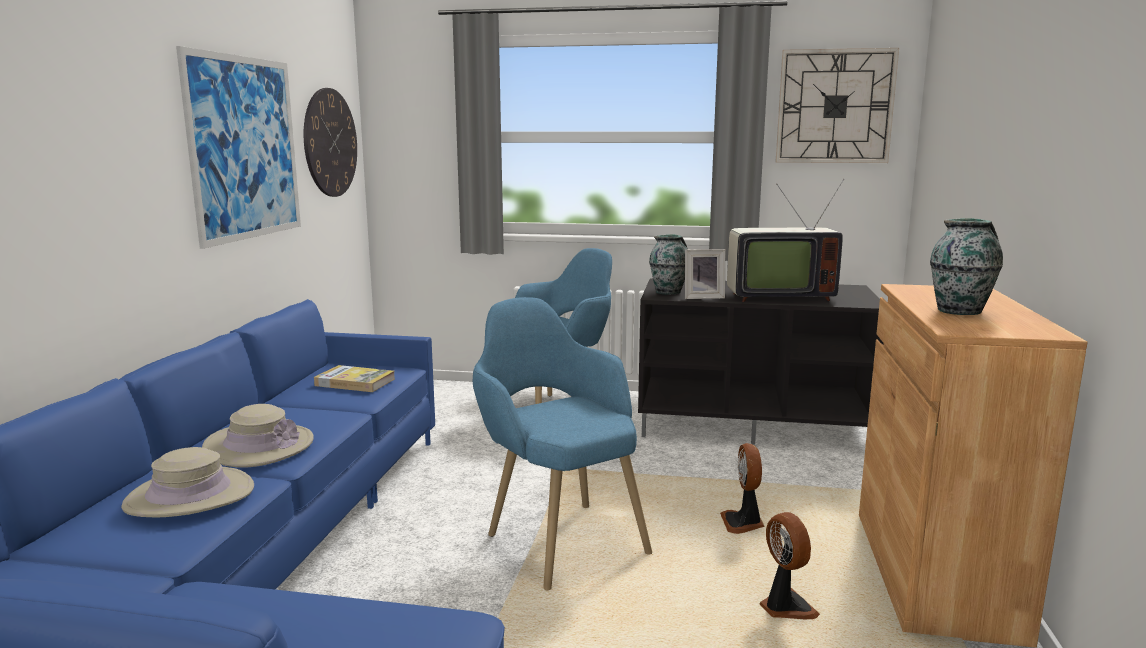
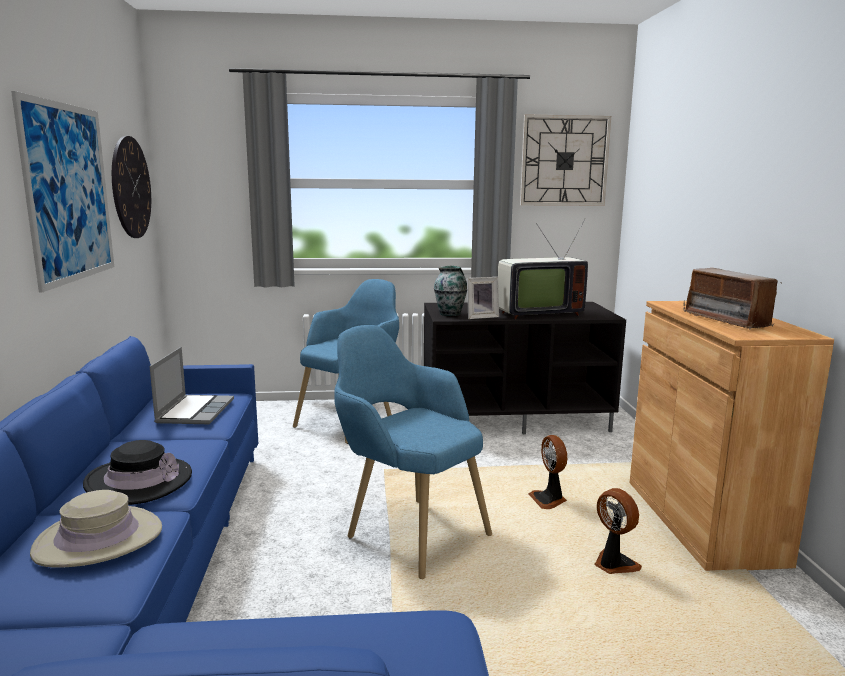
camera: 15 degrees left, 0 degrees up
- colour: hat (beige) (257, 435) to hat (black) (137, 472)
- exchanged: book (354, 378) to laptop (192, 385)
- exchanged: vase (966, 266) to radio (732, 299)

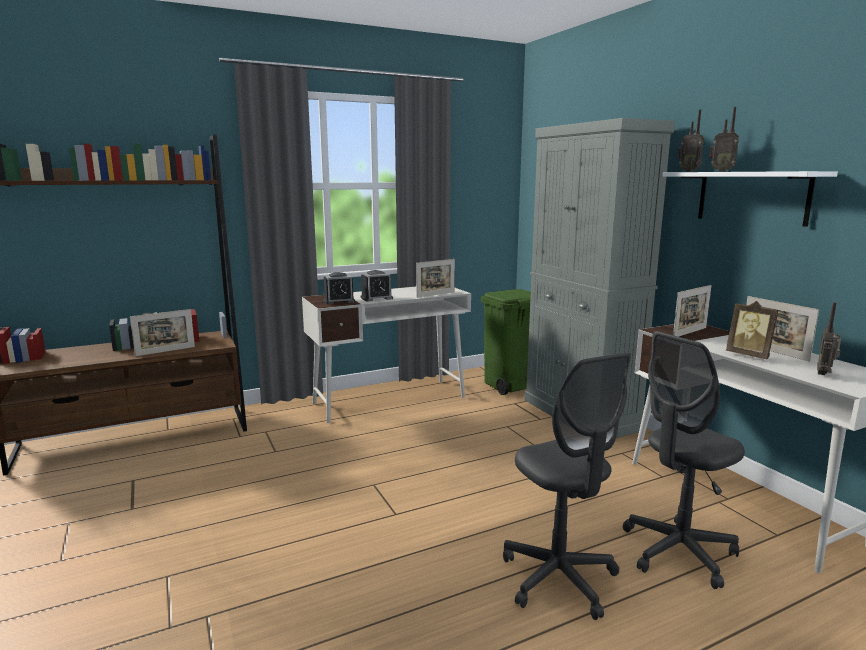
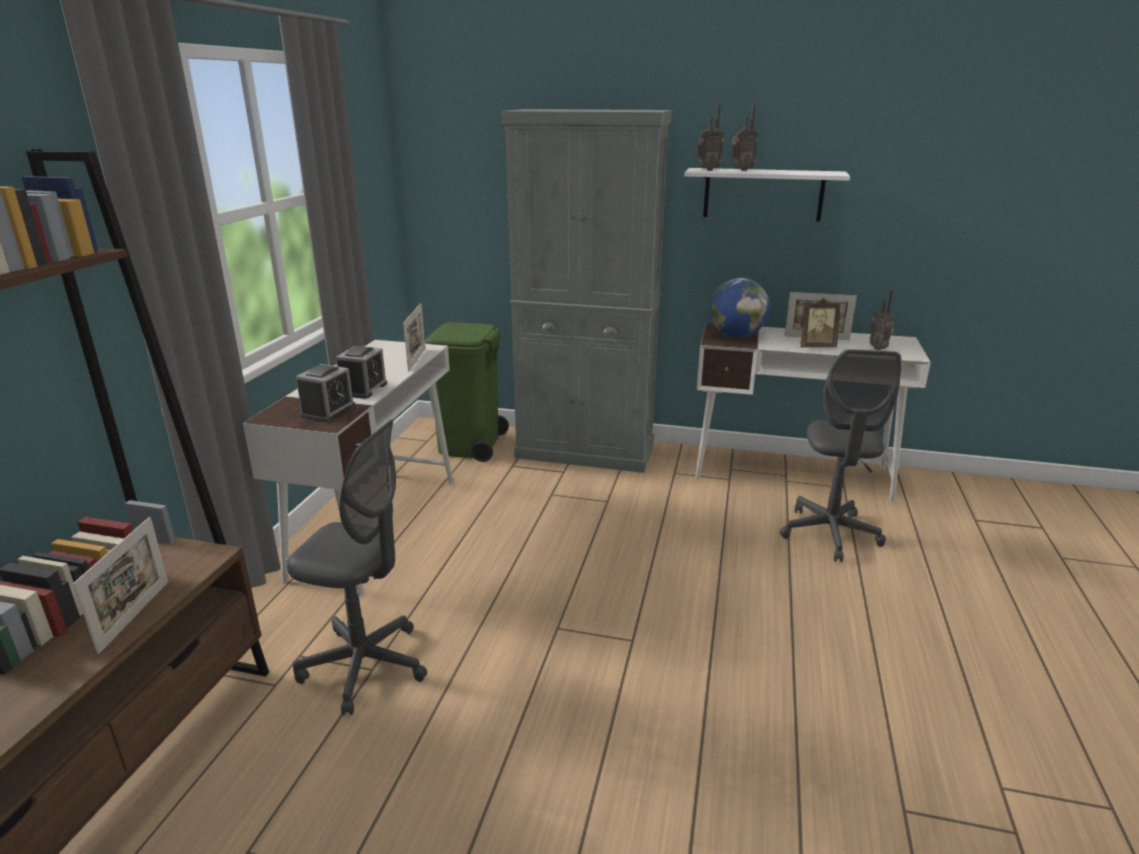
camera: 50 degrees left, 10 degrees up
- relocated: office chair (grey) (567, 486) to (357, 567)
- exchanged: picture frame (692, 311) to globe (739, 308)

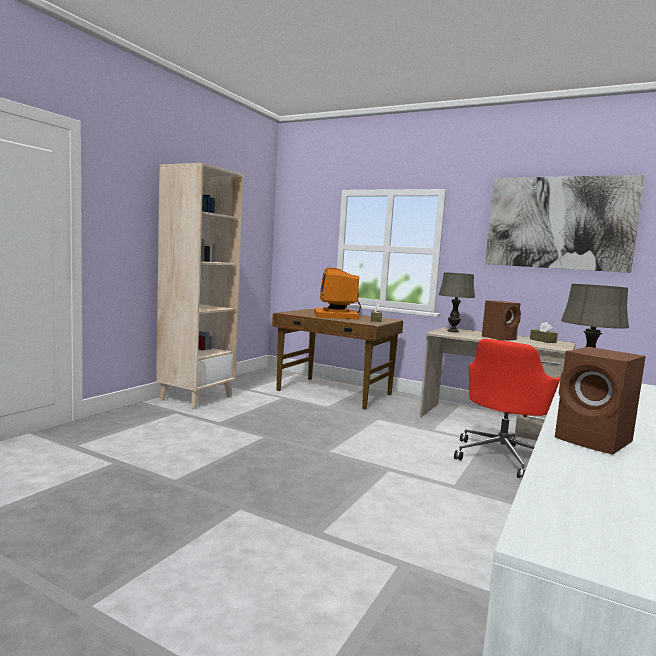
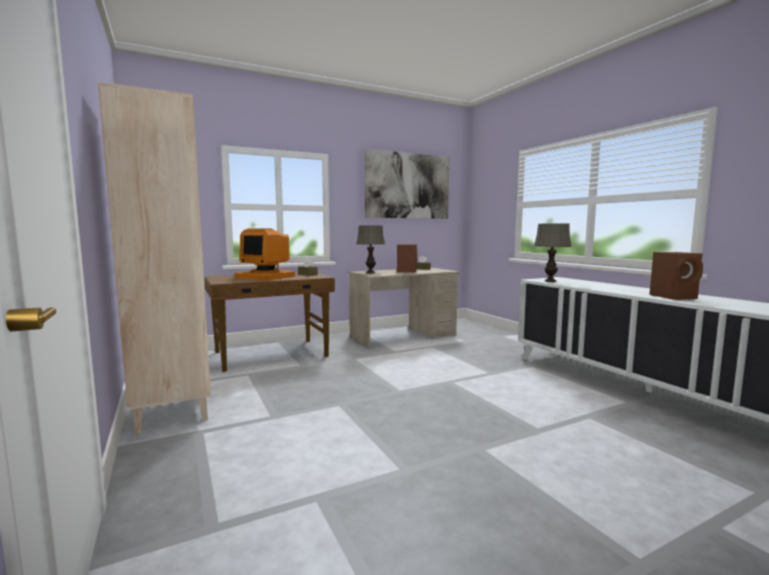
camera: 55 degrees left, 0 degrees up
- missing: office chair (red) (507, 408)

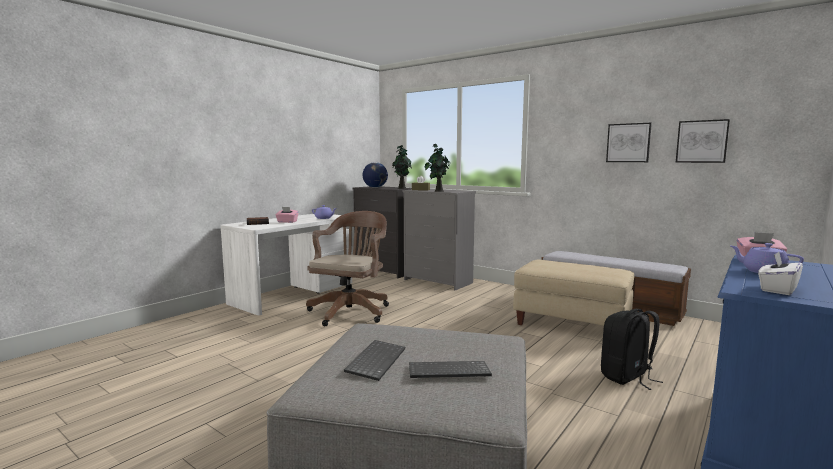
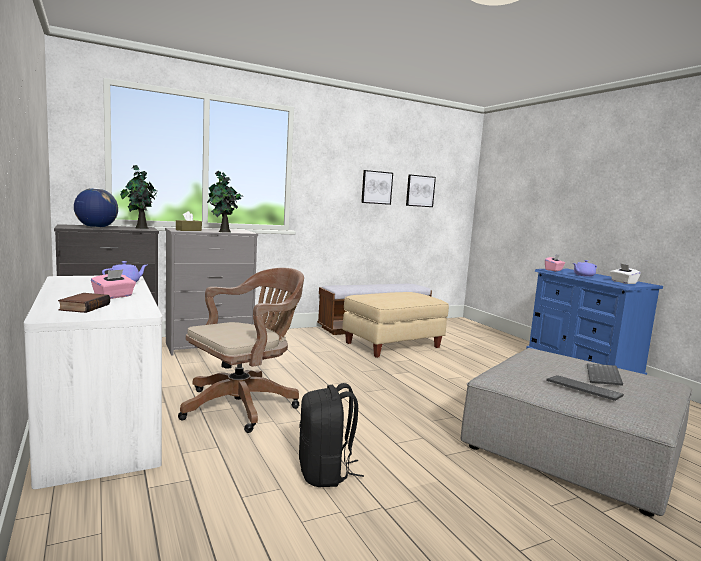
camera: 65 degrees left, 0 degrees up
- spun: office chair (brown) (347, 268) = (241, 350) 90 degrees clockwise
- relocated: backpack (black) (632, 349) to (331, 435)

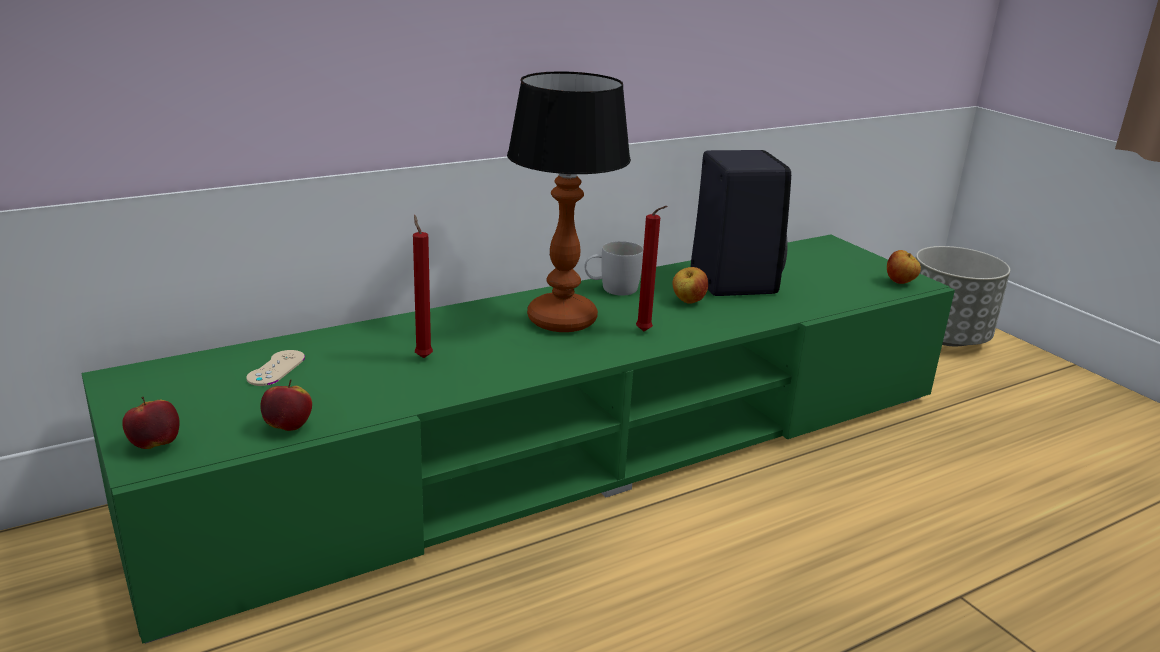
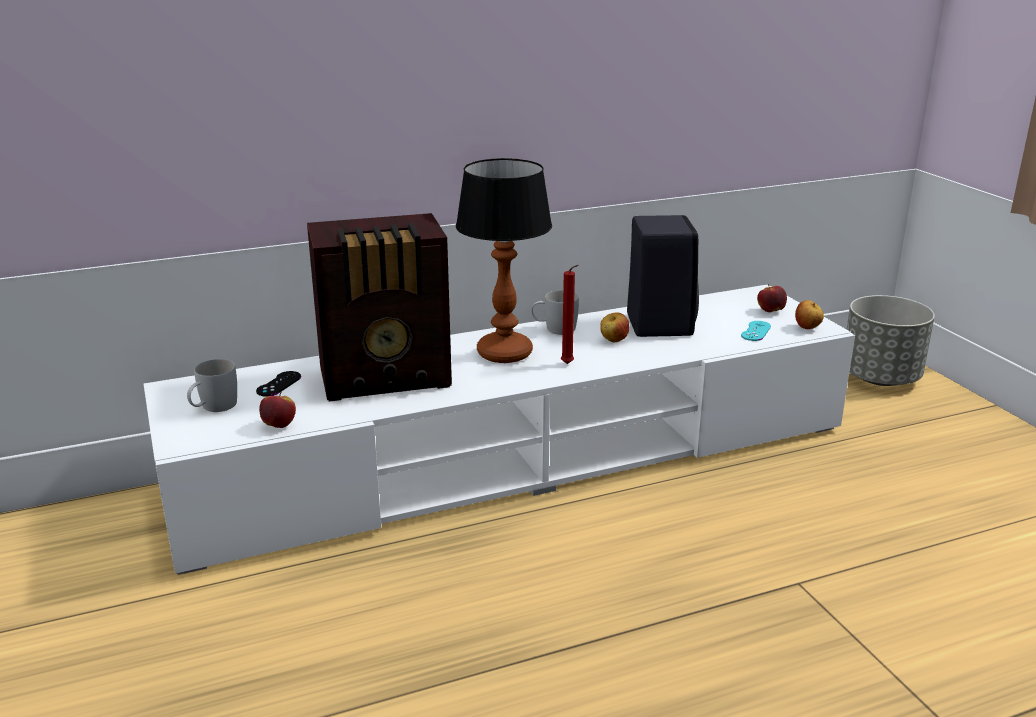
camera: 10 degrees right, 0 degrees up
- colour: tv stand (green) (518, 439) to tv stand (white) (499, 429)
- appeared: mug (white) (212, 385)
- colour: game controller (beige) (275, 368) to game controller (black) (278, 383)
- exchanged: candle (red) (423, 286) to radio (379, 307)
- appeared: game controller (turquoise) (756, 331)
- relocated: apple (151, 423) to (772, 298)

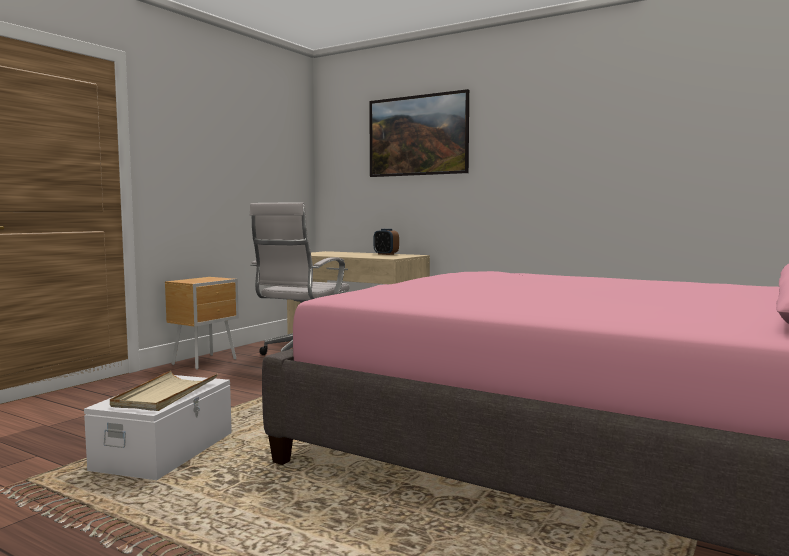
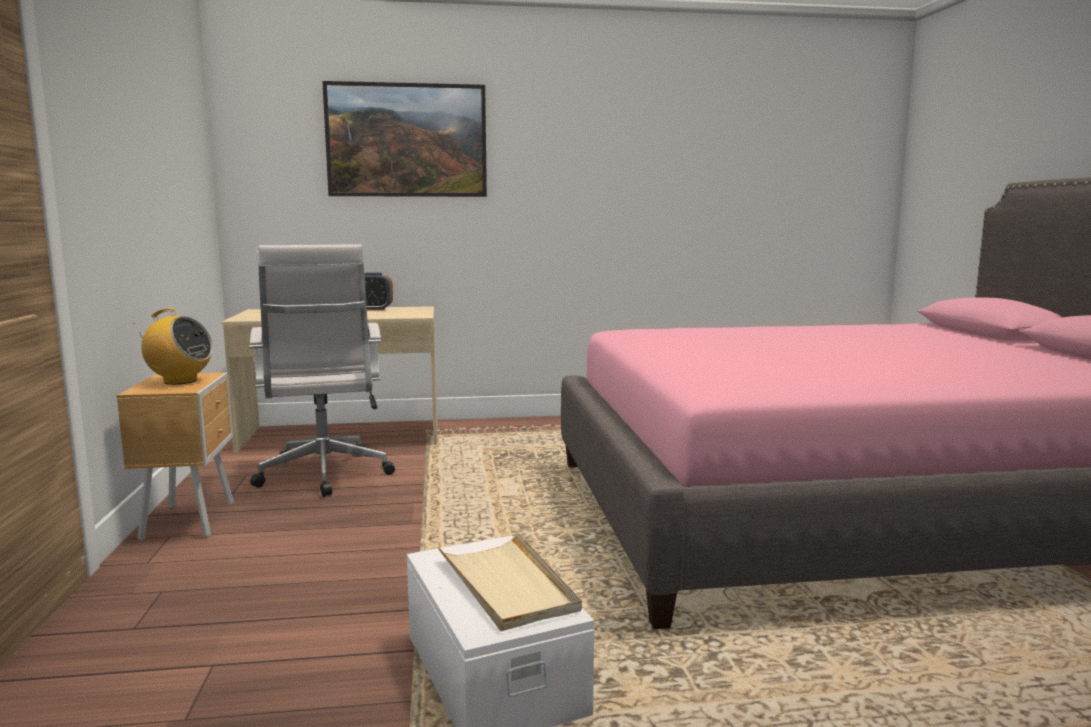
camera: 40 degrees left, 5 degrees up
- appeared: radio (173, 346)

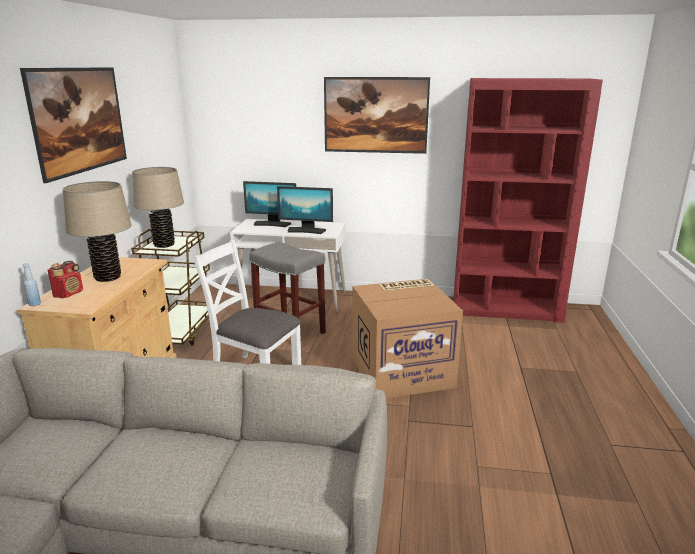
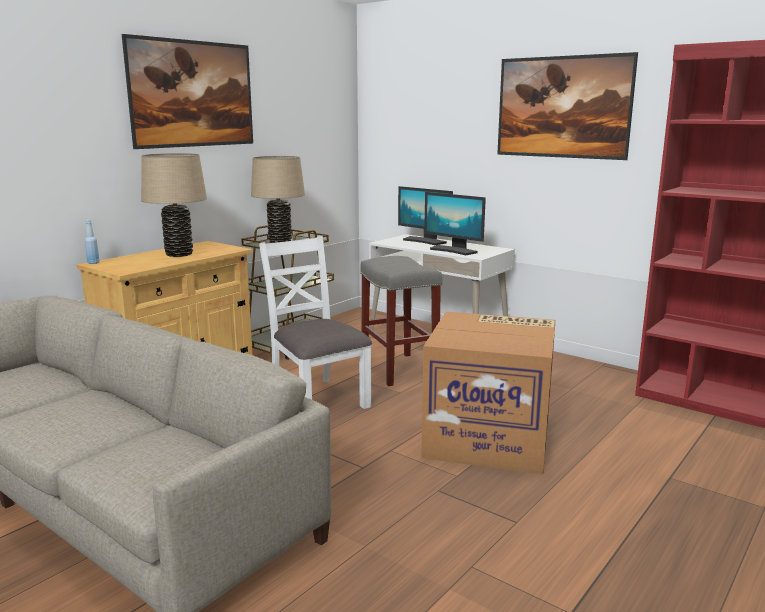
camera: 30 degrees right, 5 degrees down
- missing: radio (65, 279)

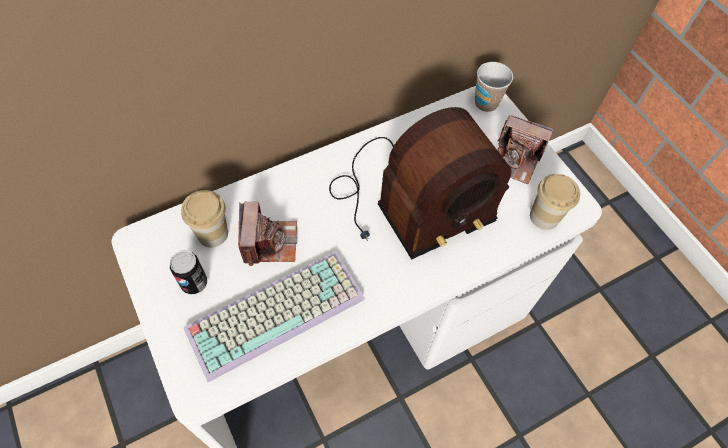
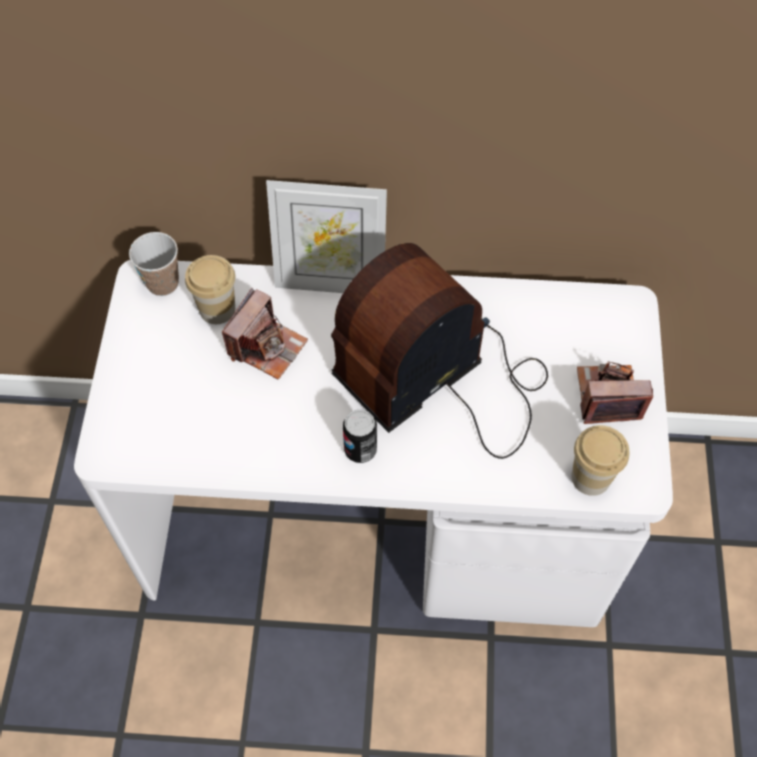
camera: 35 degrees right, 0 degrees up
- relocated: cup (494, 87) to (154, 264)
- appeared: picture frame (326, 236)
- spun: radio (420, 183) = (439, 351) 135 degrees clockwise
- relocated: can (188, 272) to (360, 436)
- spun: photo camera (525, 149) = (615, 392) 120 degrees clockwise
- missing: keyboard (274, 317)

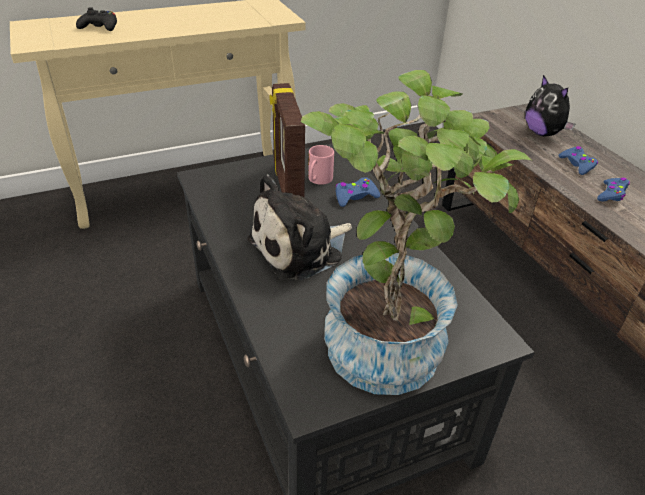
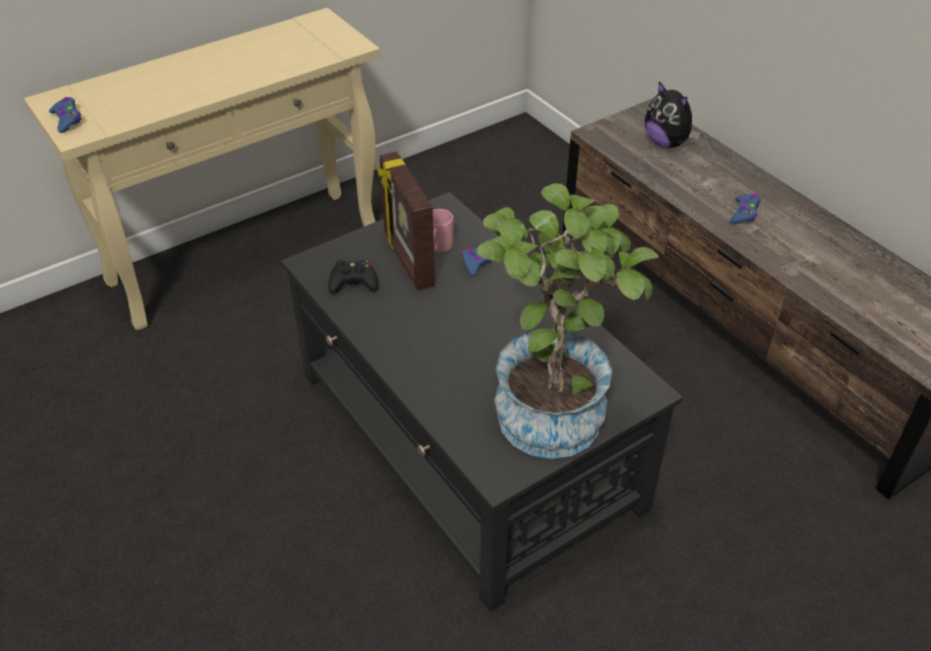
camera: 10 degrees left, 5 degrees up
- relocated: game controller (blue) (578, 160) to (65, 115)
- relocated: game controller (black) (96, 19) to (353, 277)
- missing: plush toy (299, 227)

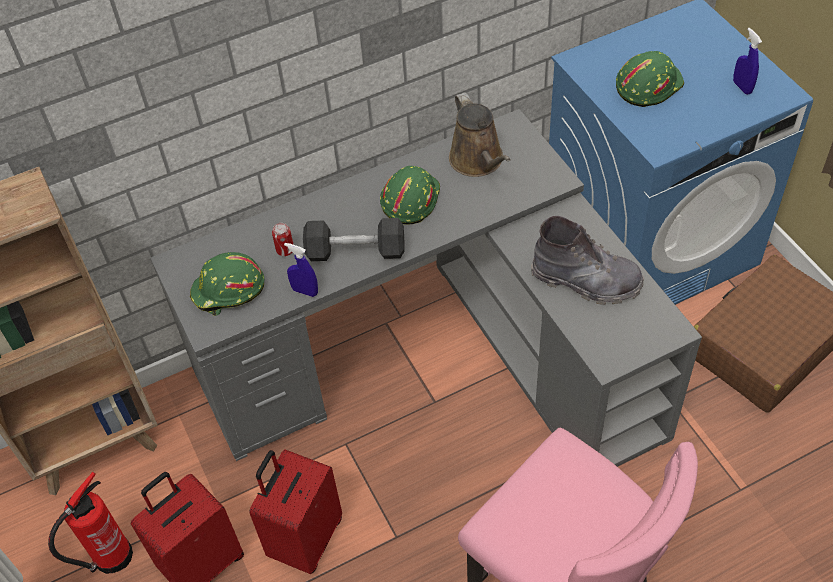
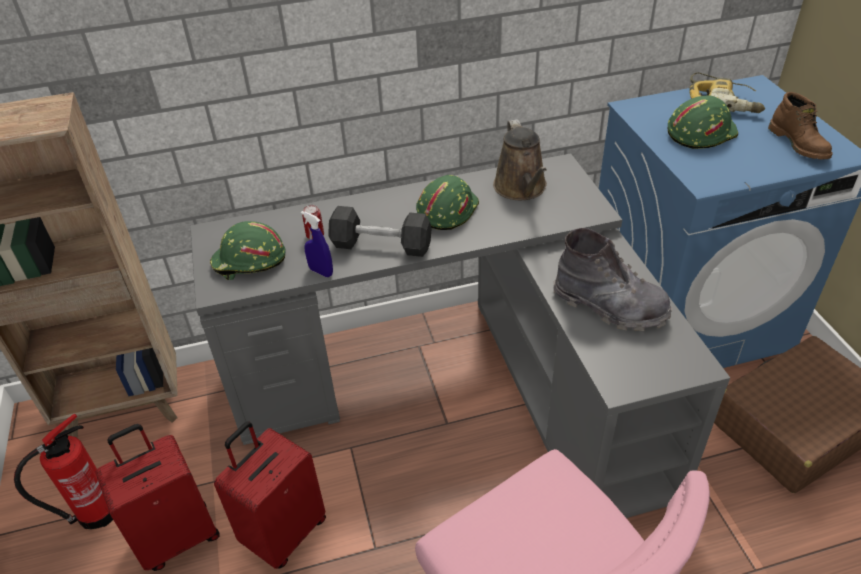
camera: 10 degrees right, 10 degrees down
- appeared: power drill (727, 92)
- exchanged: spray bottle (blue) (747, 61) to boot (brown) (800, 125)

